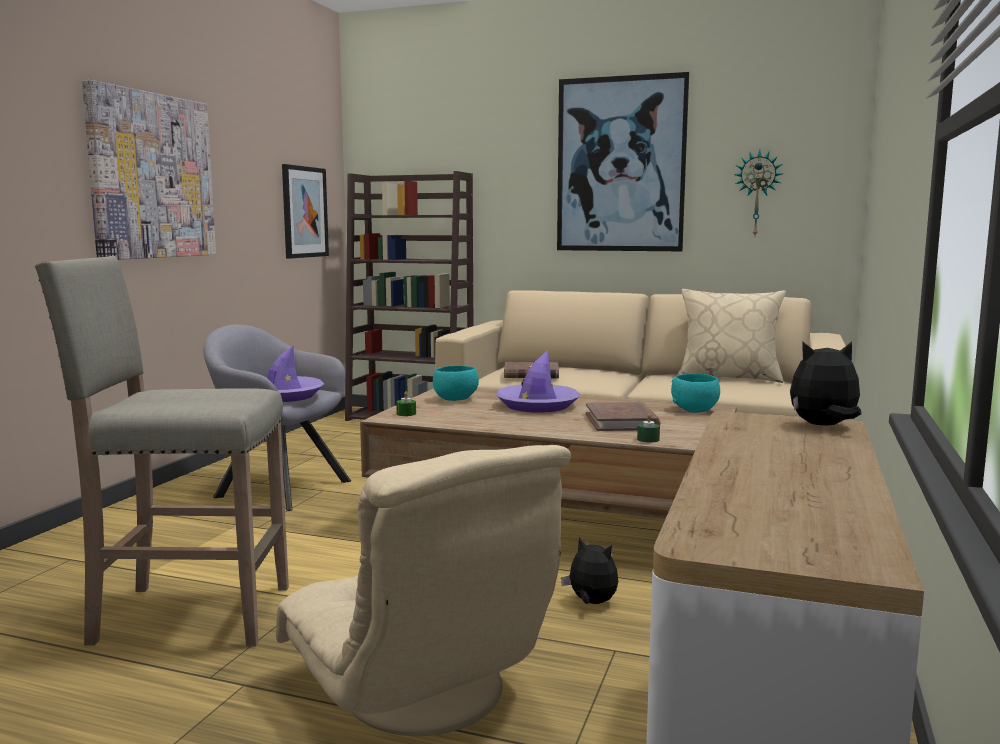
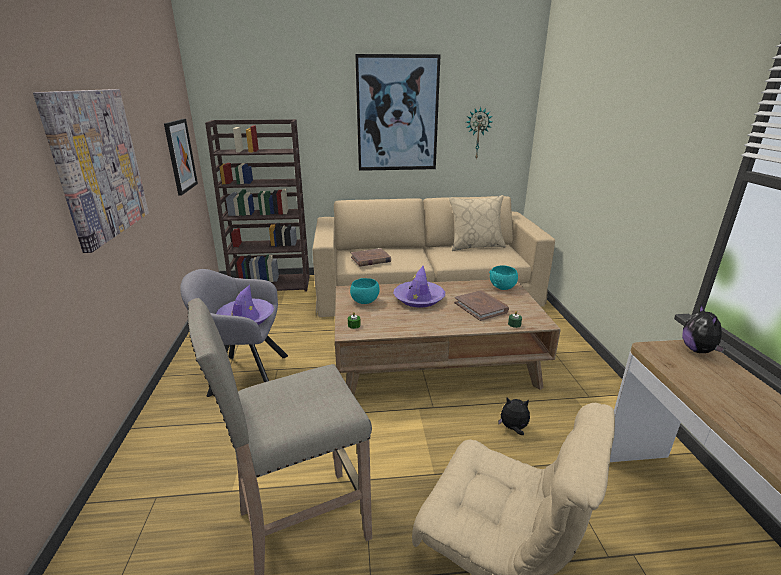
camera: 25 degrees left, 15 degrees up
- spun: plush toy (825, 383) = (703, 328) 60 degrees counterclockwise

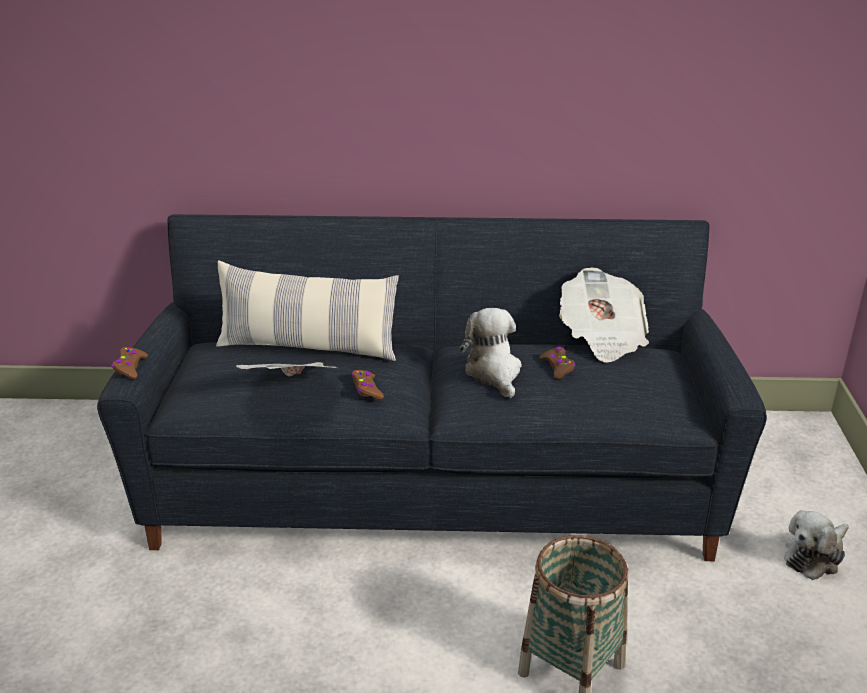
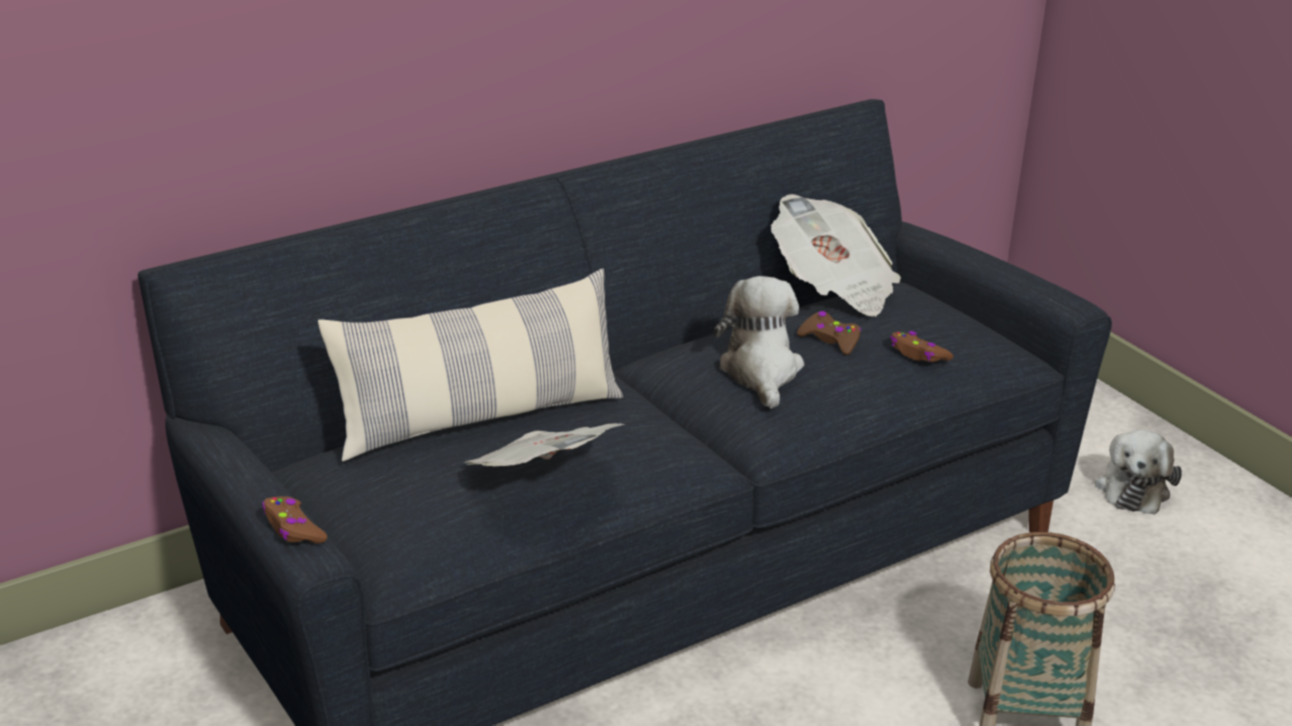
camera: 35 degrees left, 0 degrees up
- spun: plush toy (491, 353) = (759, 342) 45 degrees clockwise
- relocated: game controller (brown) (368, 385) to (922, 346)

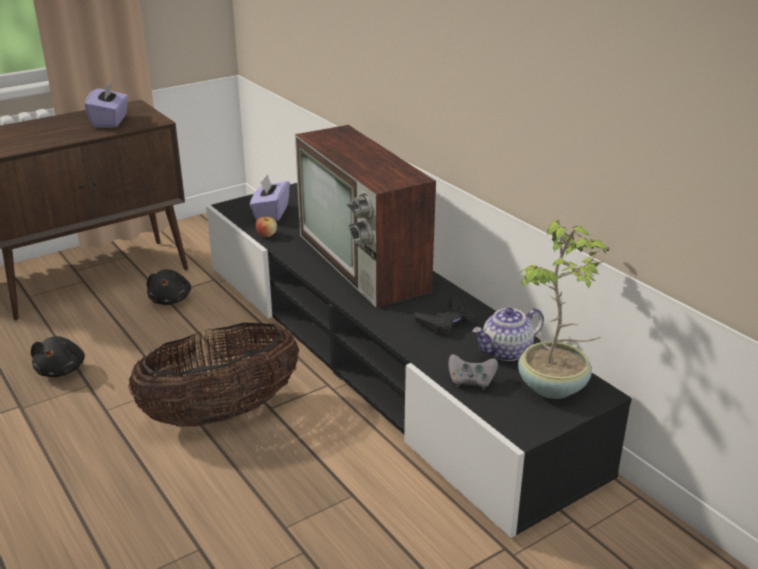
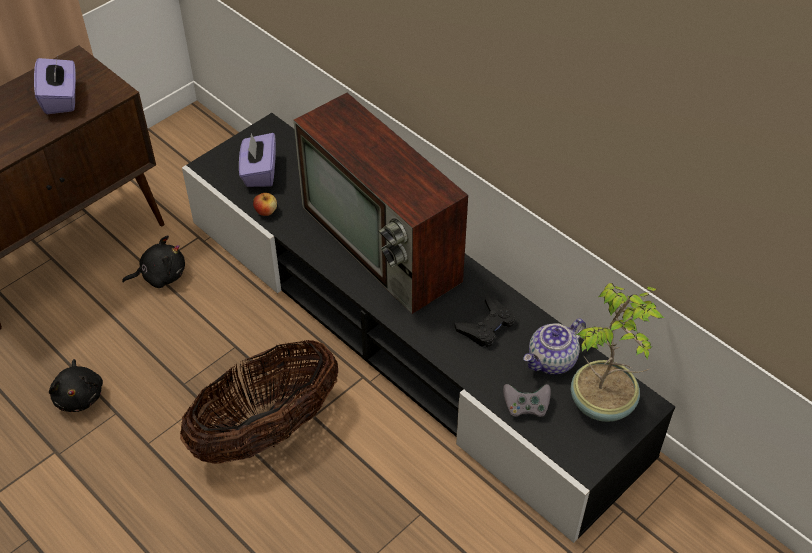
camera: 10 degrees left, 20 degrees up
- spun: plush toy (black) (169, 287) = (153, 261) 90 degrees counterclockwise

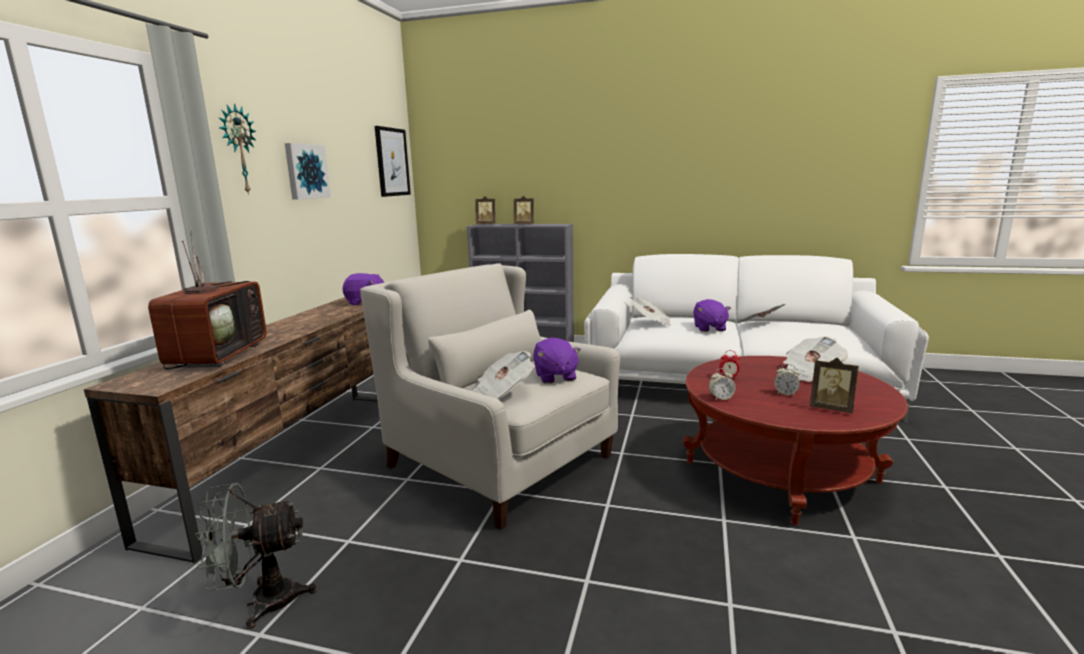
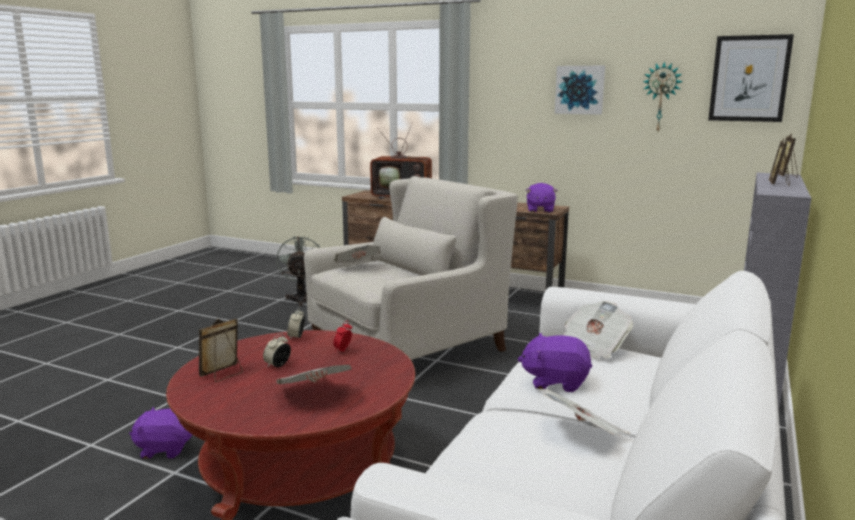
camera: 100 degrees right, 0 degrees up
- relocated: plush toy (purple) (557, 361) to (160, 433)
- relocated: wall clock (237, 149) to (663, 96)

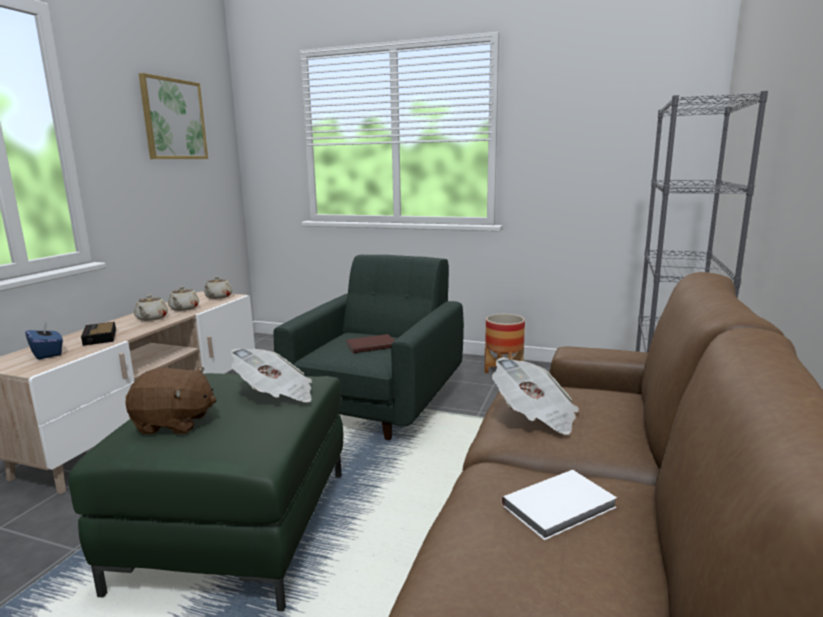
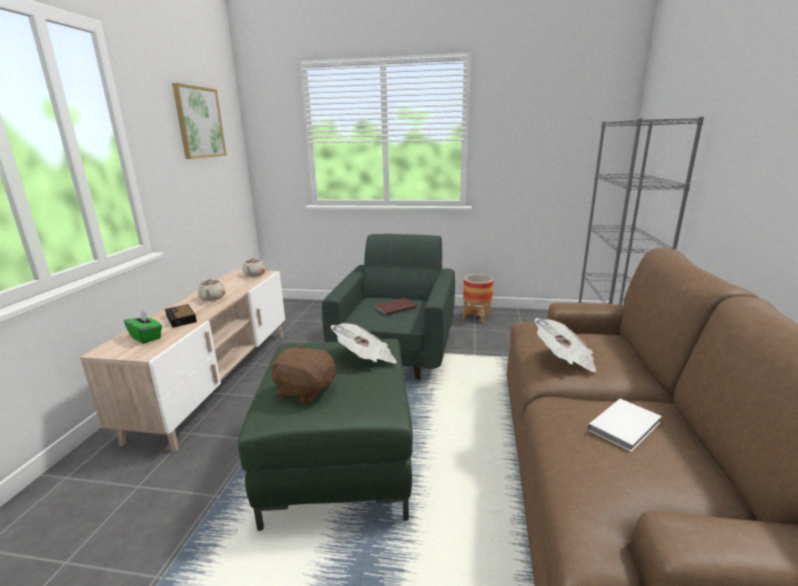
camera: 10 degrees left, 5 degrees up
- colour: tissue box (blue) (44, 340) to tissue box (green) (143, 327)
- spun: plush toy (brown) (171, 400) = (303, 374) 150 degrees counterclockwise
- missing: teapot (beige) (183, 298)

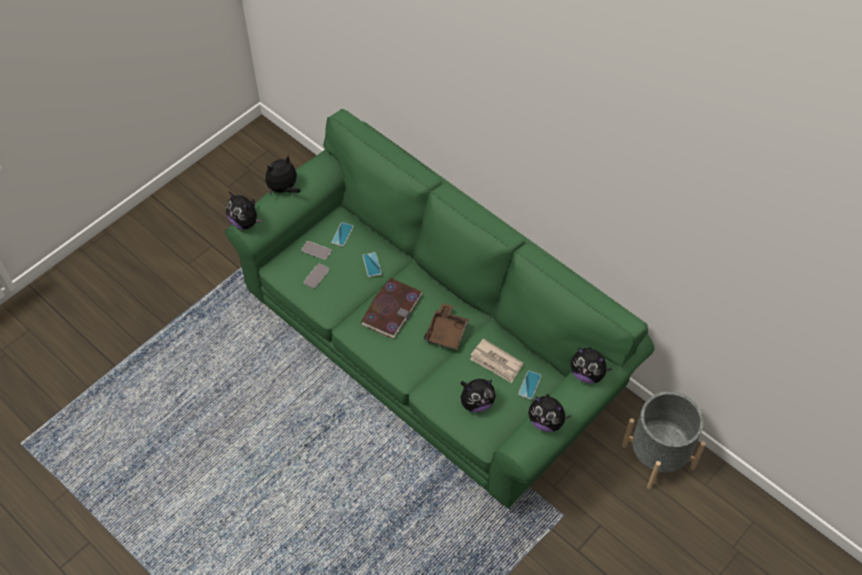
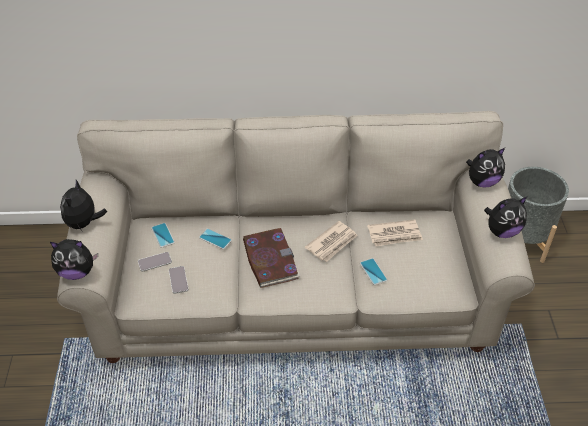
camera: 45 degrees left, 10 degrees down
- colour: sofa (green) (439, 309) to sofa (beige) (296, 237)
- exchanged: tray (brown) (446, 326) to newspaper (331, 241)
- relocated: phone (530, 385) to (373, 271)
- missing: plush toy (478, 396)

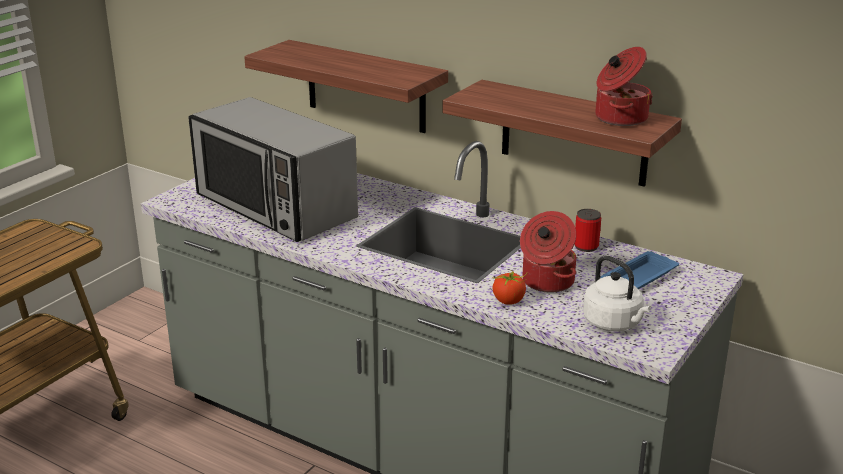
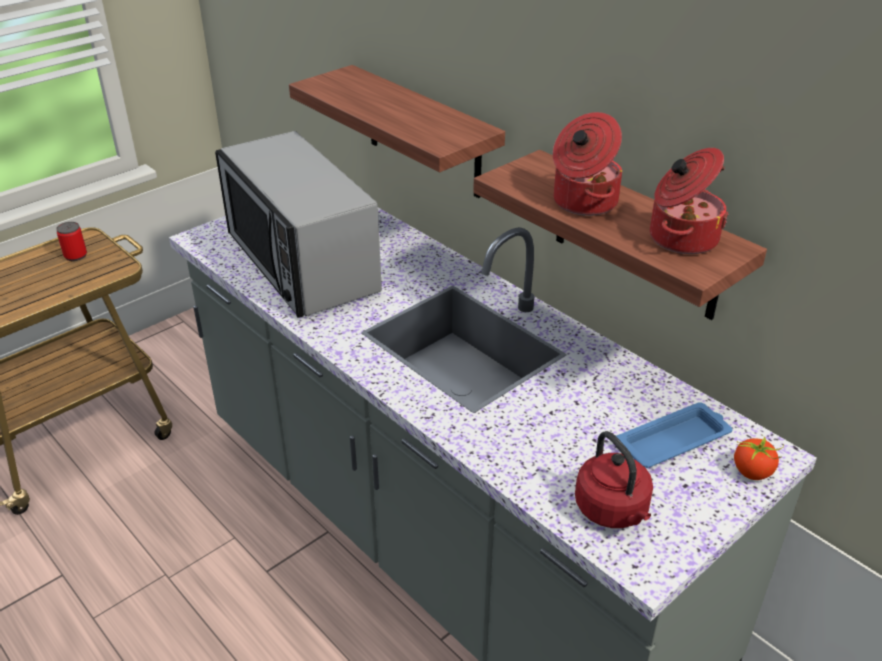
camera: 15 degrees right, 10 degrees up
- relocated: can (587, 230) to (71, 241)
- relocated: cooking pot (548, 252) to (588, 164)
- colour: kettle (white) (617, 293) to kettle (red) (614, 479)
- relocated: tomato (510, 287) to (759, 457)

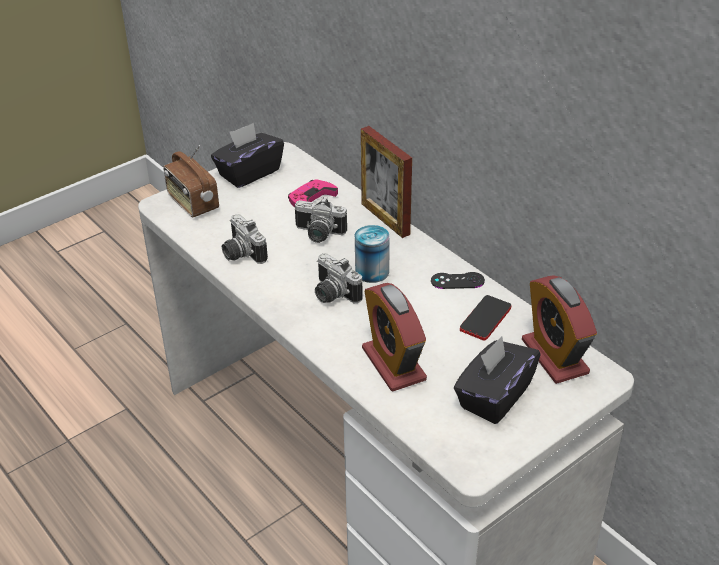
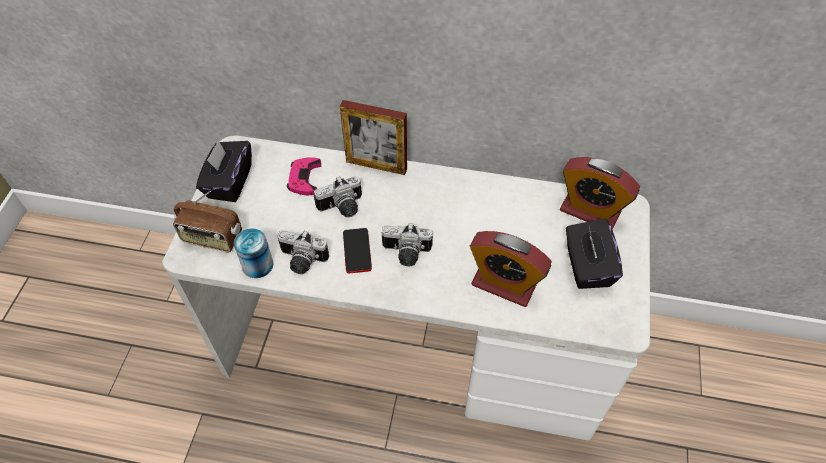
camera: 40 degrees left, 15 degrees up
- relocated: can (372, 254) to (254, 253)
- relocated: phone (485, 318) to (357, 251)
- missing: game controller (black) (458, 280)

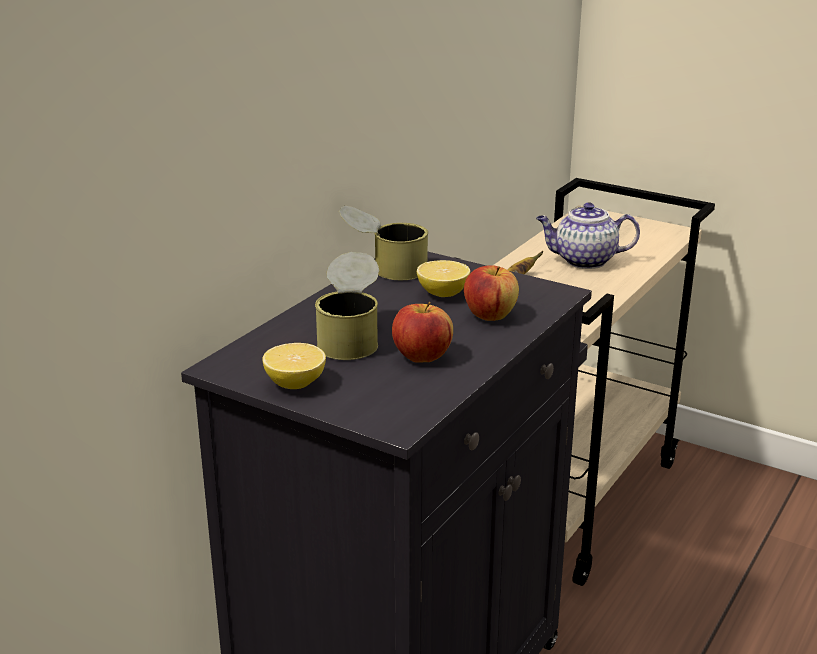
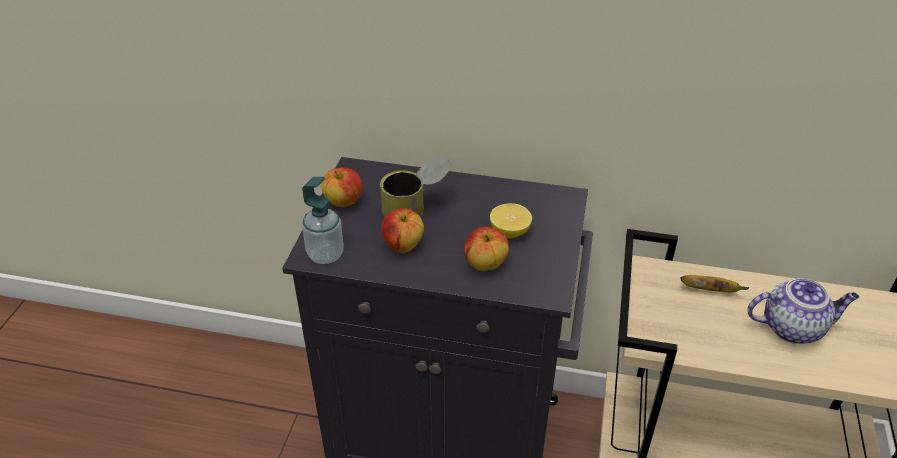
camera: 70 degrees right, 15 degrees up
- appeared: soap dispenser (323, 220)
- exchanged: lemon (294, 366) to apple (342, 187)
- spun: teapot (588, 235) = (803, 311) 105 degrees clockwise
- missing: can (383, 243)

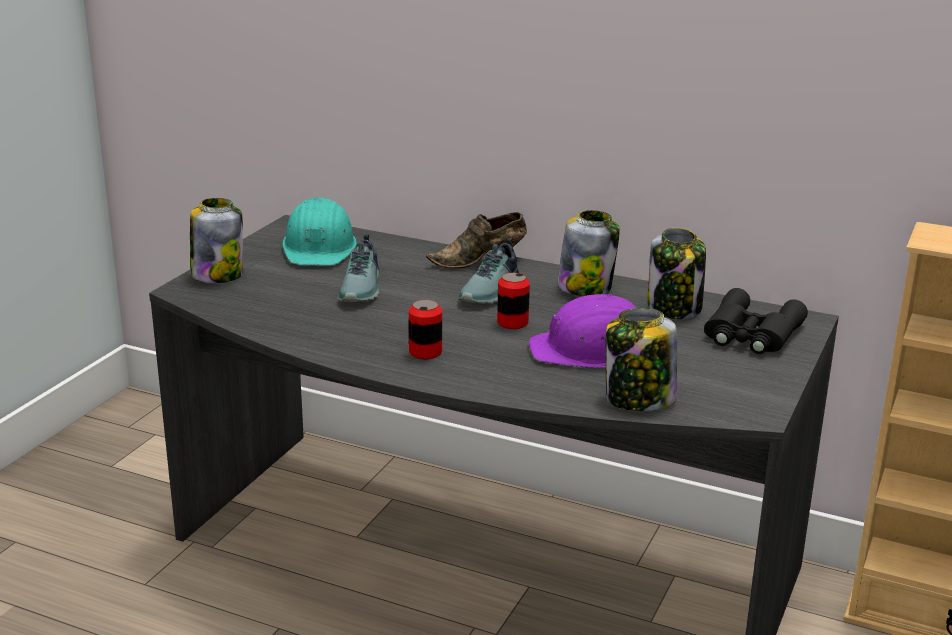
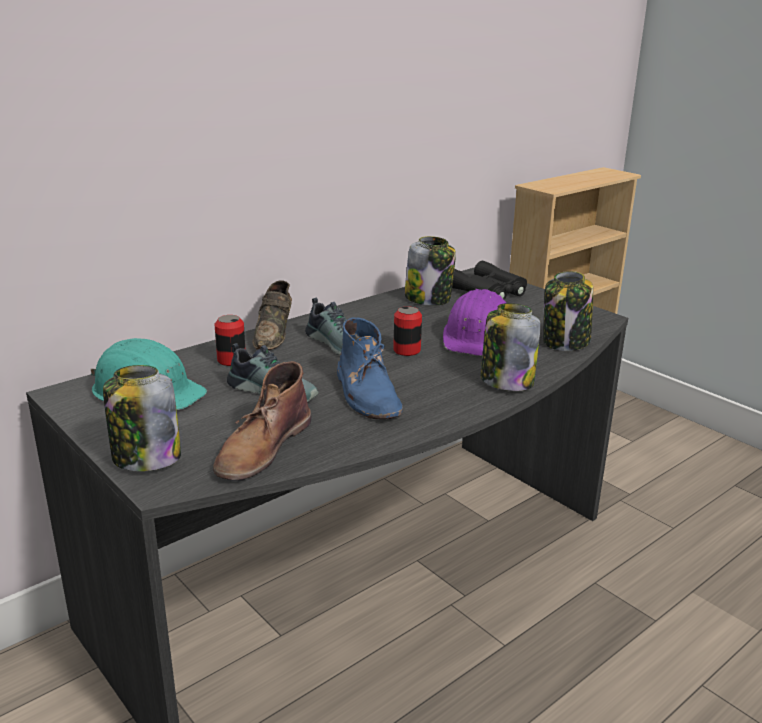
camera: 65 degrees left, 0 degrees up
- appeared: boot (brown) (262, 420)
- relocated: can (425, 329) to (230, 340)
- appeared: boot (blue) (370, 368)
- relocated: jar (588, 253) to (511, 347)

